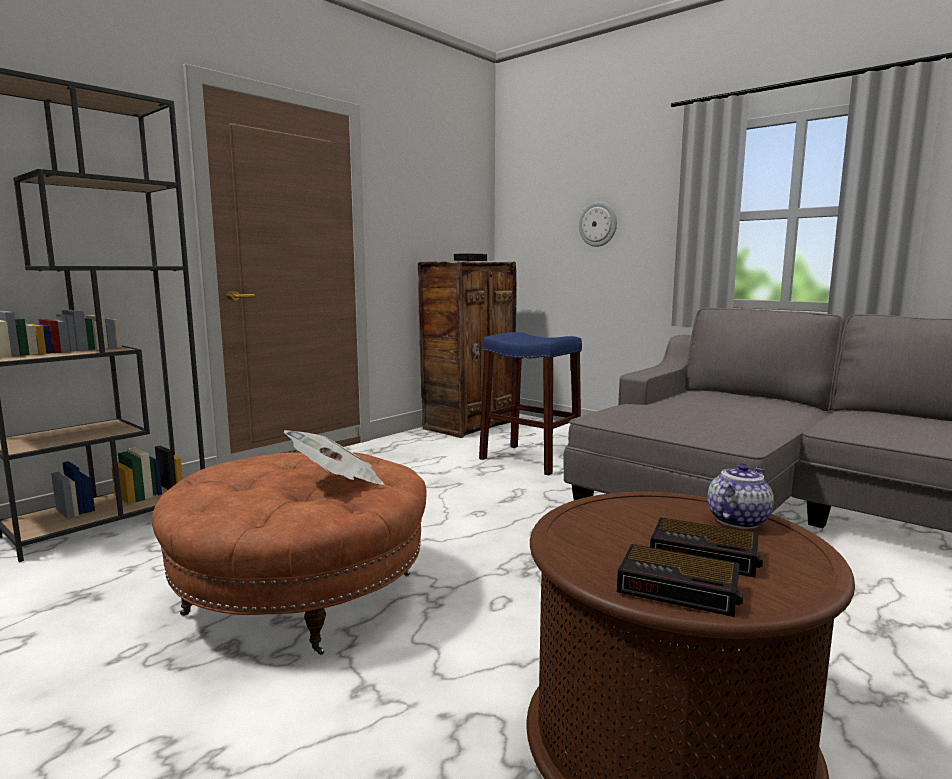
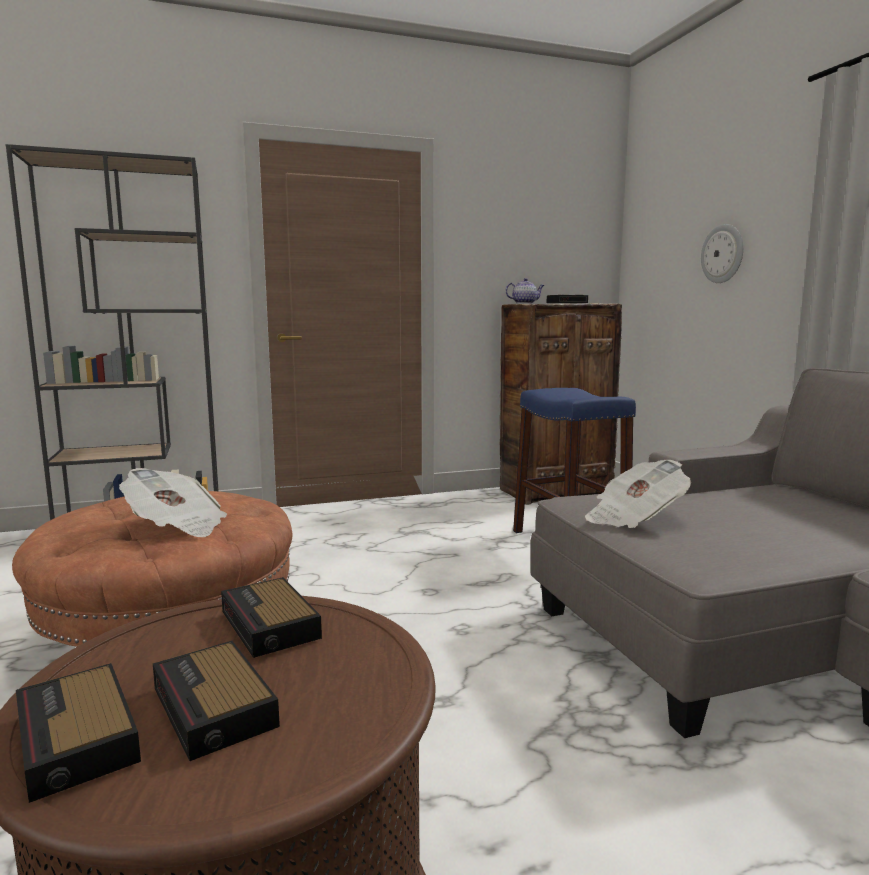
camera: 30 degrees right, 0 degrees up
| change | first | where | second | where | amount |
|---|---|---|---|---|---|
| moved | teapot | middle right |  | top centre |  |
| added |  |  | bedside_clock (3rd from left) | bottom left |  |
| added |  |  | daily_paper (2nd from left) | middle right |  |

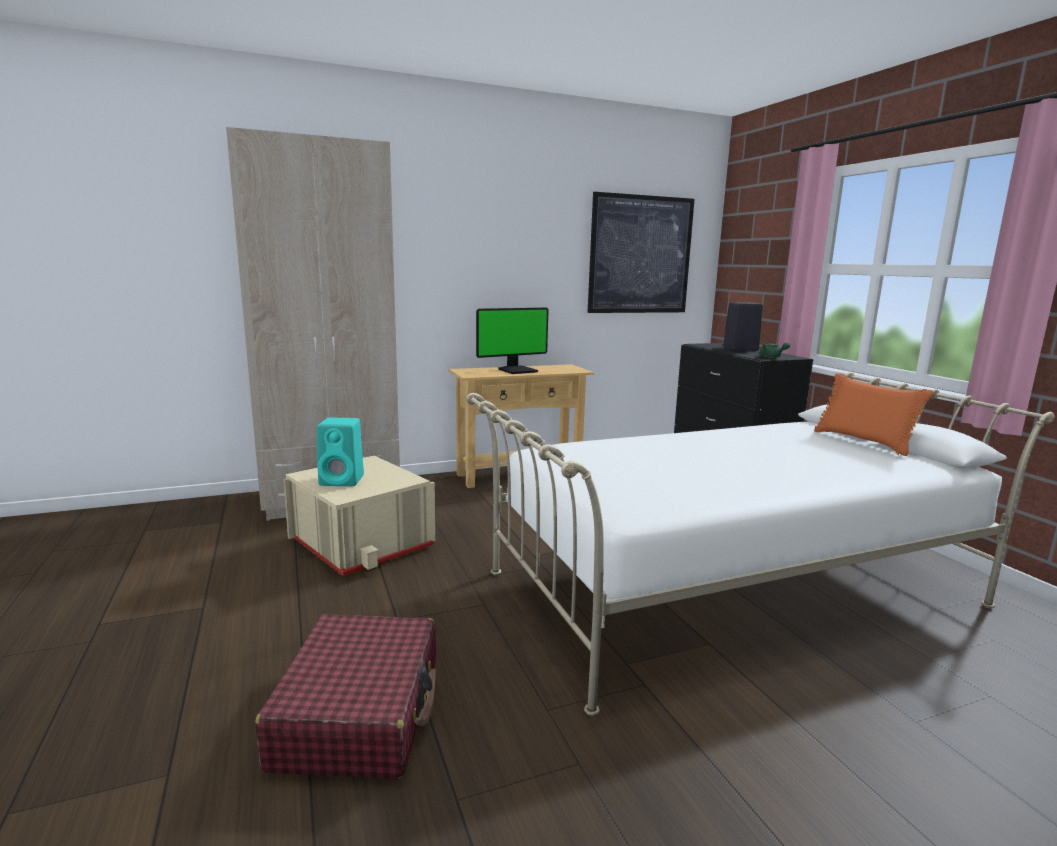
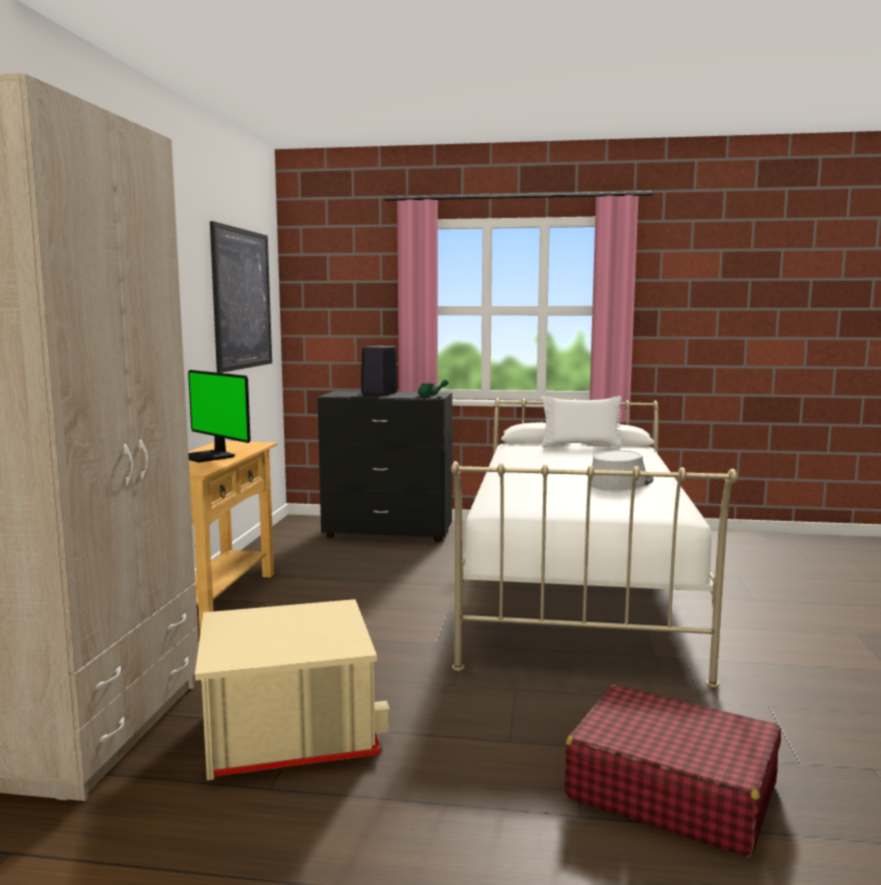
camera: 60 degrees left, 5 degrees down
| change | first | where | second | where | amount |
|---|---|---|---|---|---|
| removed | turquoise-coloured_speaker | middle left |  |  |  |
| turned | computer_display | centre |  | middle left | 135 degrees clockwise |
| recoloured | orange_cushion | middle right | white_cushion | centre |  |
| added |  |  | grey_clothing_hat | middle right |  |

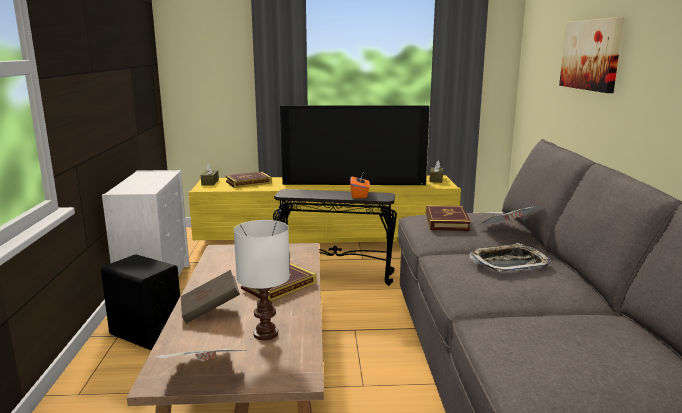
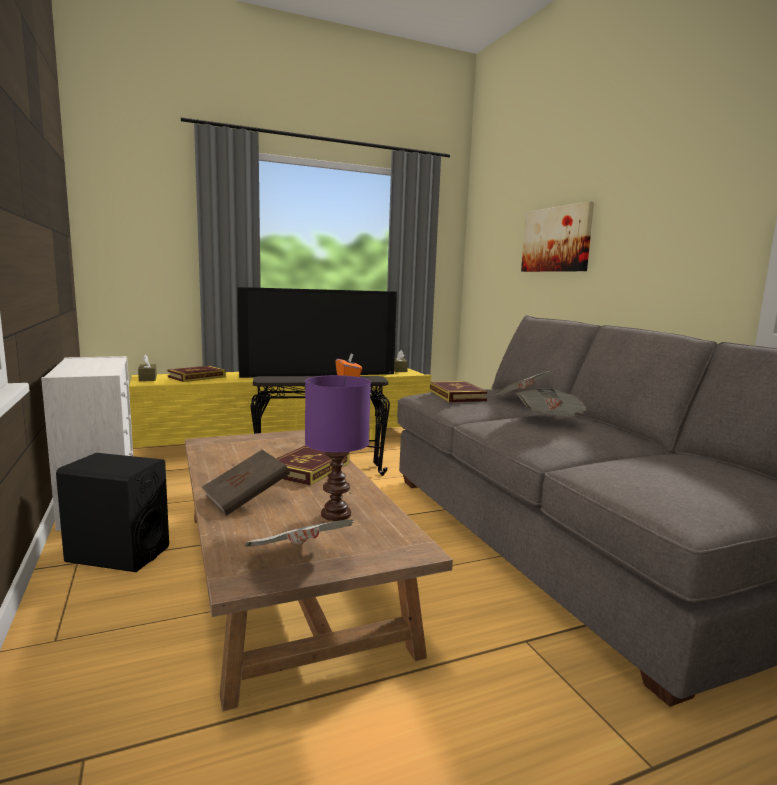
camera: 20 degrees left, 5 degrees down
| change | first | where | second | where | amount |
|---|---|---|---|---|---|
| recoloured | white_lamp_for_a_table | bottom centre | purple-coloured_lamp_for_a_table | centre |  |
| replaced | carrying_tray | middle right | daily_paper (3rd from left) | middle right |  |

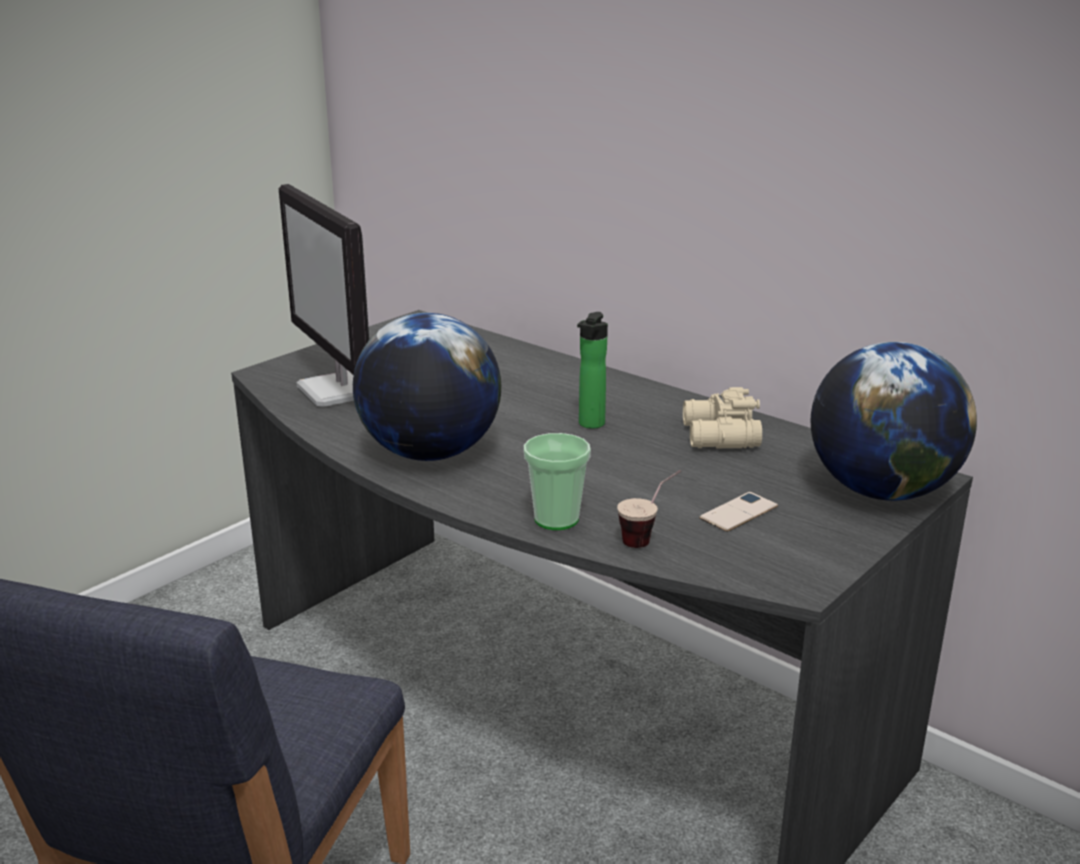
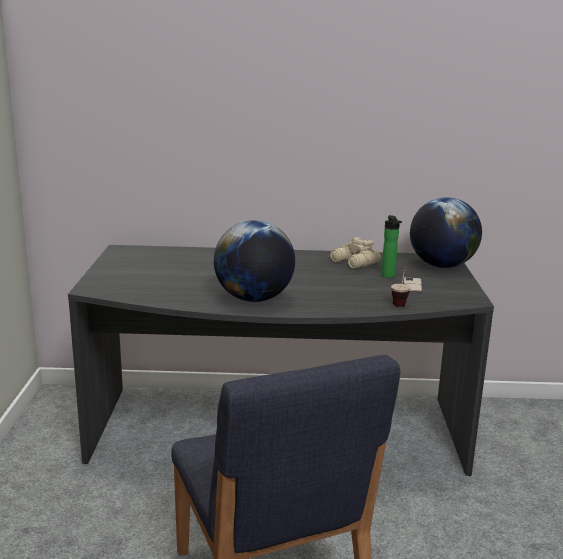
camera: 40 degrees left, 5 degrees down
| change | first | where | second | where | amount |
|---|---|---|---|---|---|
| removed | computer_display | middle left |  |  |  |
| removed | cup (1st from left) | centre |  |  |  |
| moved | bottle | centre |  | middle right |  |

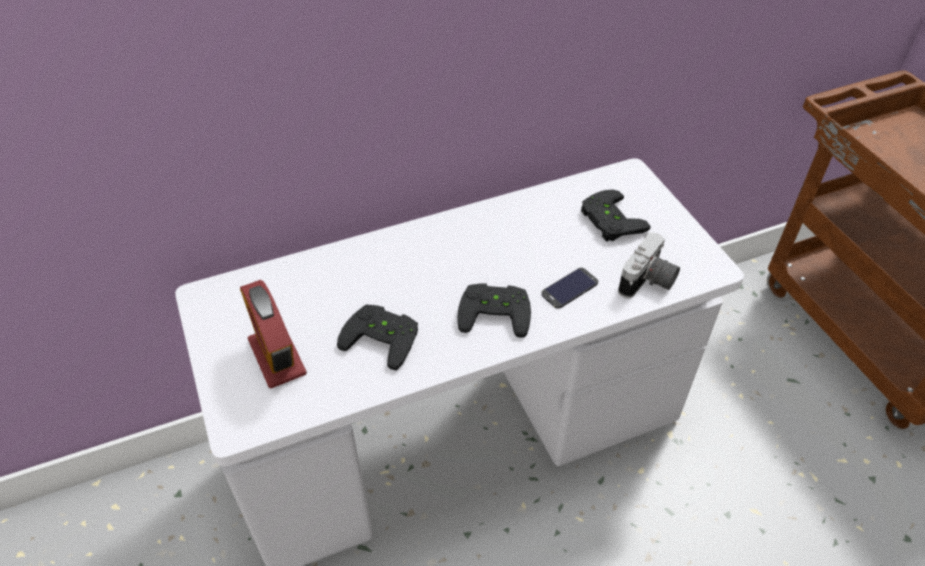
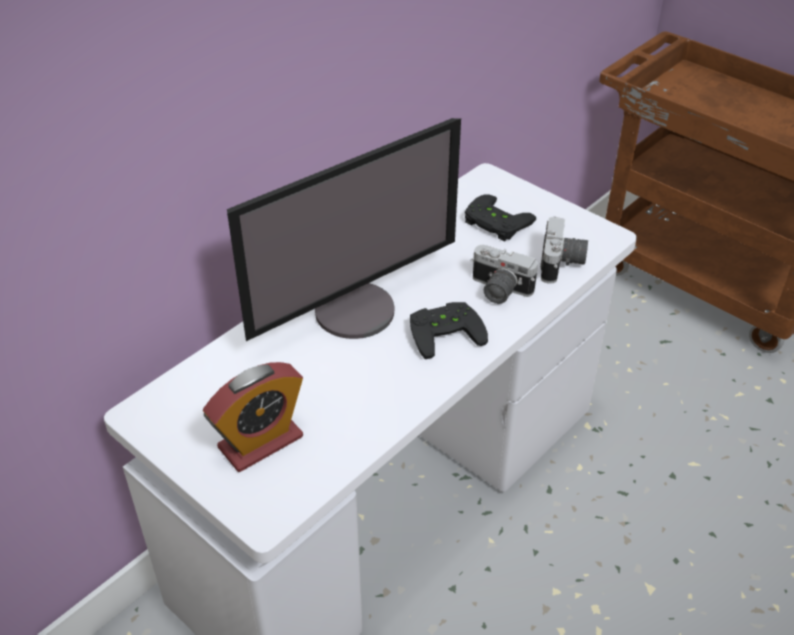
camera: 25 degrees left, 5 degrees down
| change | first | where | second | where | amount |
|---|---|---|---|---|---|
| turned | bedside_clock | middle left |  | middle left | 75 degrees counterclockwise |
| removed | black_game_controller (1st from left) | centre |  |  |  |
| replaced | handset | centre | photo_camera (1st from left) | centre |  |
| added |  |  | computer_display | centre |  |

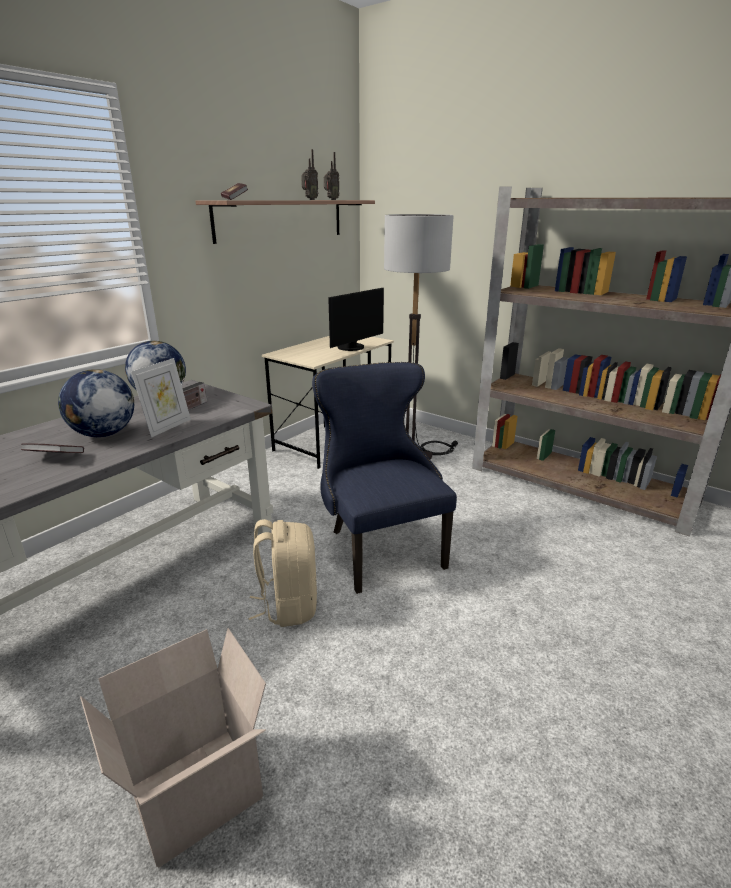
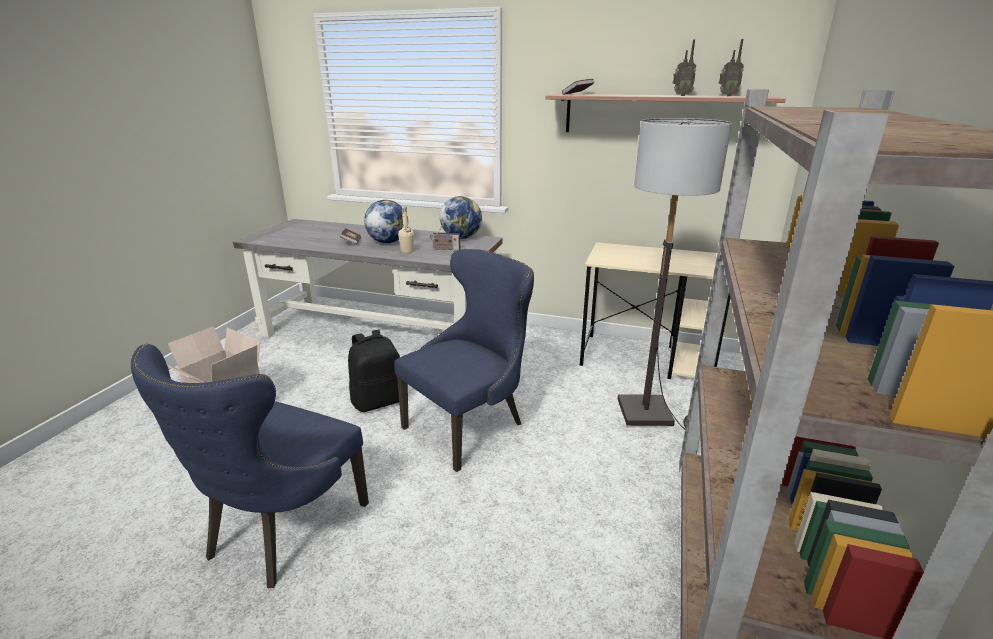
camera: 70 degrees right, 0 degrees up
| change | first | where | second | where | amount |
|---|---|---|---|---|---|
| replaced | photo_frame | middle left | beige-coloured_bottle | centre |  |
| recoloured | beige-coloured_knapsack | centre | black_knapsack | centre |  |
| removed | computer_display | centre |  |  |  |
| added |  |  | bluish_upright_chair (1st from left) | bottom left |  |

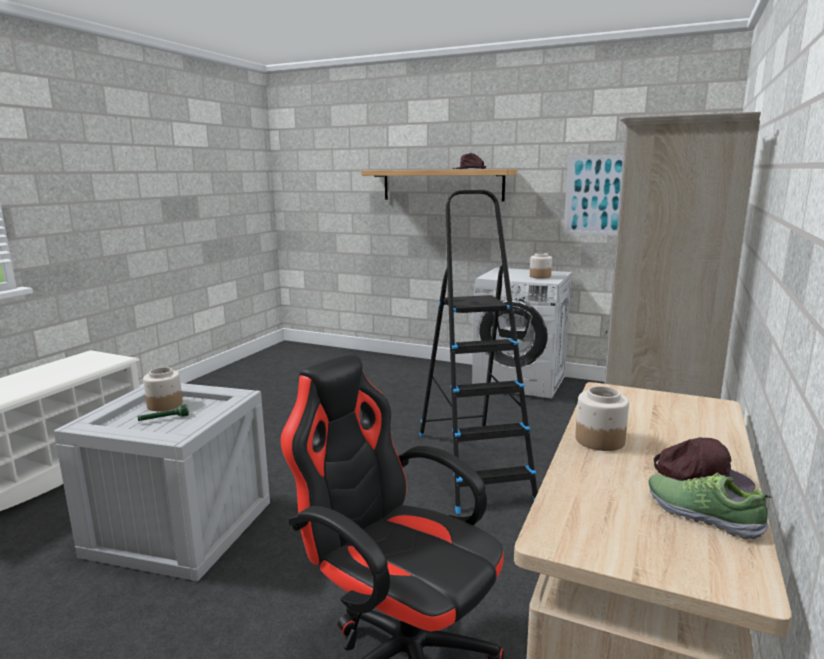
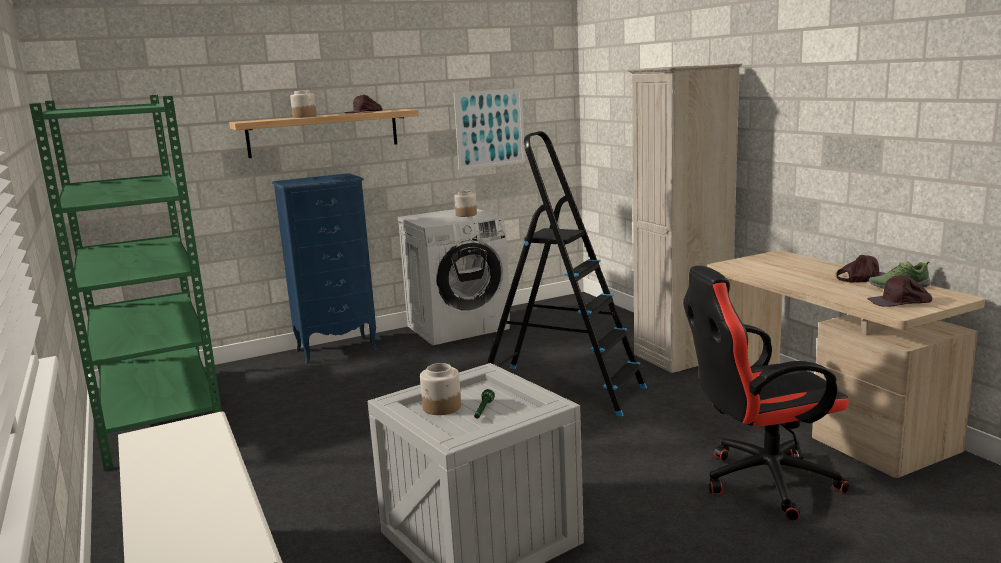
camera: 50 degrees left, 0 degrees up
| change | first | where | second | where | amount |
|---|---|---|---|---|---|
| moved | jar (3rd from left in the first image) | middle right | jar (1st from left) | top left |  |
| added |  |  | green_shelving_unit | middle left |  |
| added |  |  | bluish_drawer_chest | middle left |  |
| added |  |  | brown_baseball_cap (3rd from left) | middle right |  |

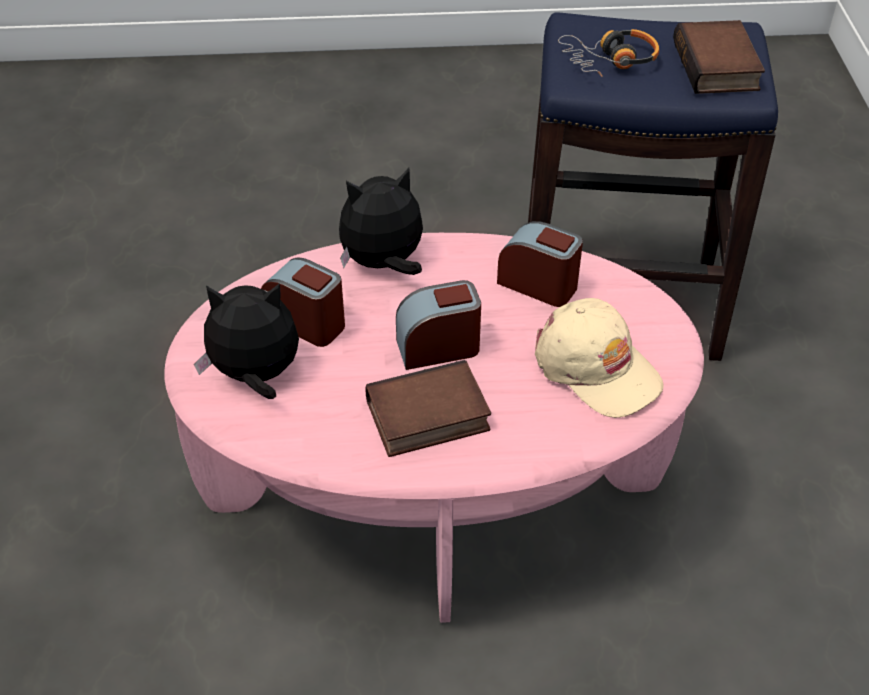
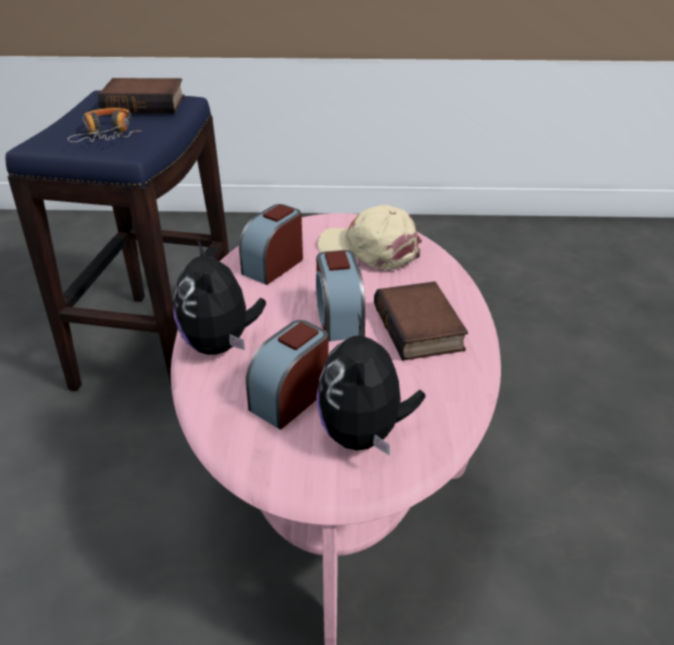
camera: 85 degrees left, 10 degrees down
| change | first | where | second | where | amount |
|---|---|---|---|---|---|
| turned | beige-coloured_baseball_cap | middle right |  | centre | 120 degrees counterclockwise |

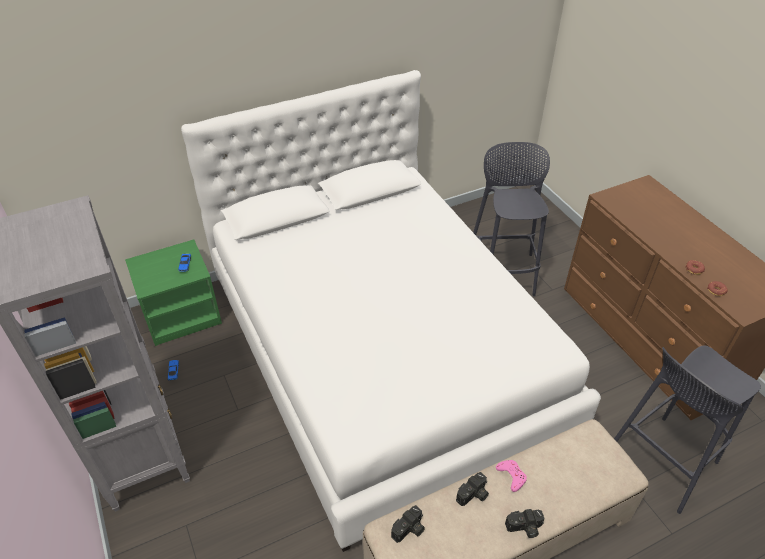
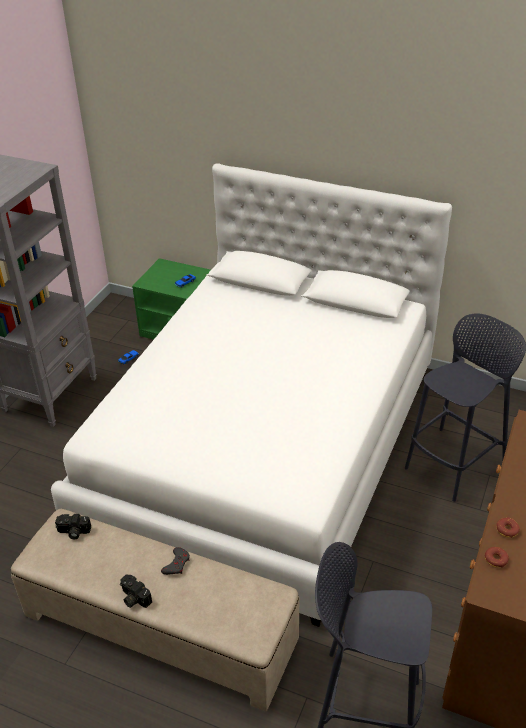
camera: 50 degrees right, 5 degrees down
| change | first | where | second | where | amount |
|---|---|---|---|---|---|
| removed | photo_camera (2nd from left) | bottom centre |  |  |  |
| recoloured | pinkish_game_controller | bottom right | grey_game_controller | bottom left |  |

